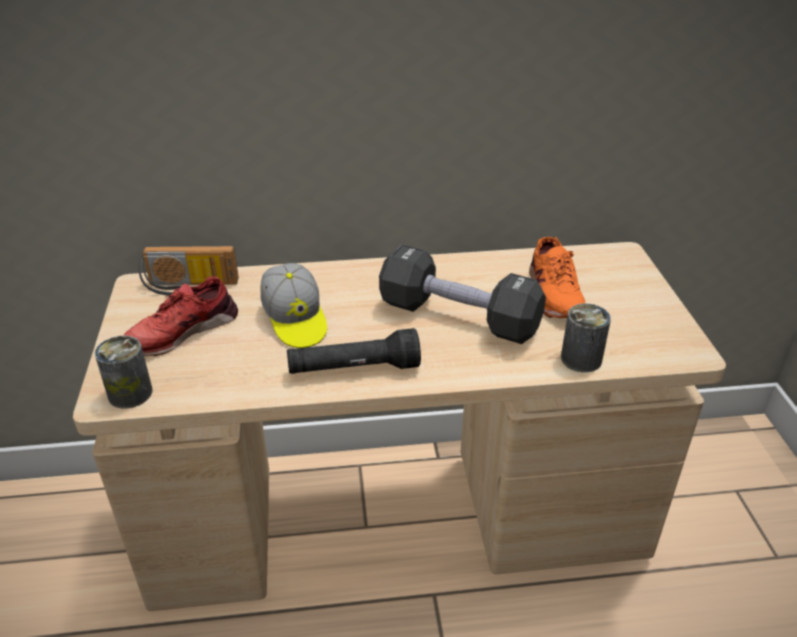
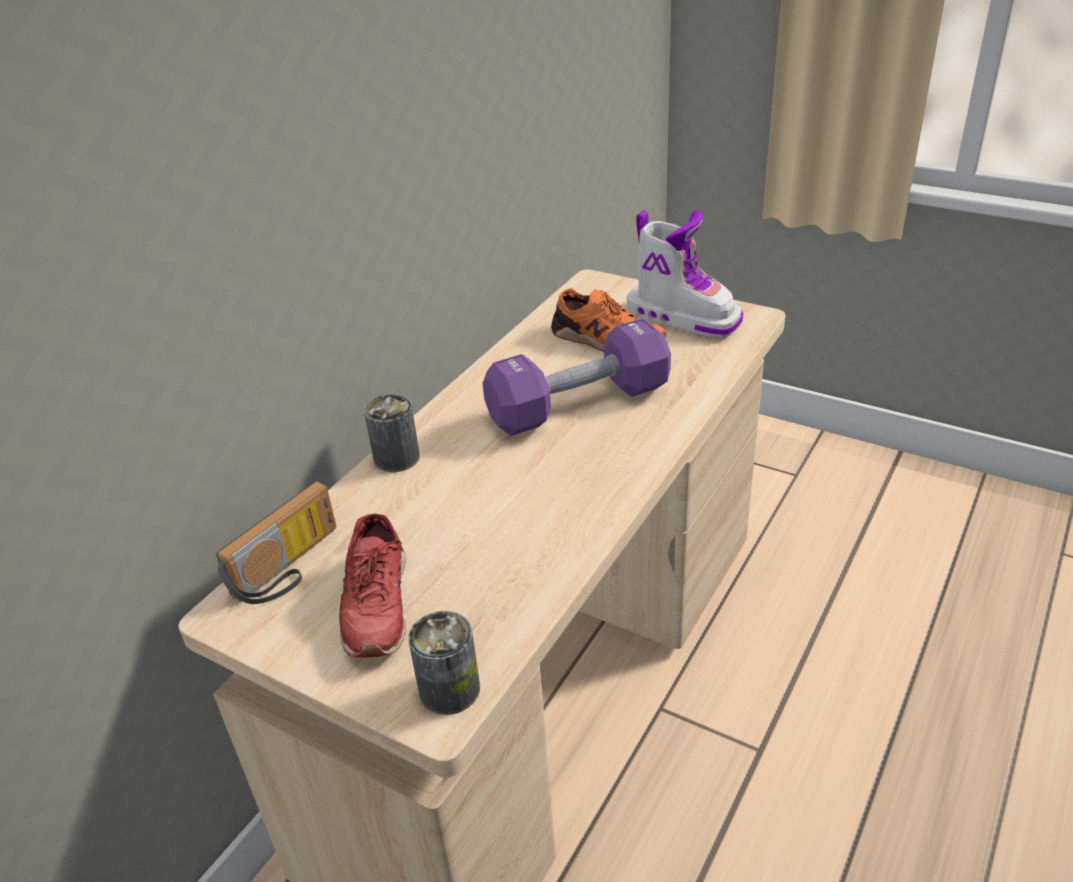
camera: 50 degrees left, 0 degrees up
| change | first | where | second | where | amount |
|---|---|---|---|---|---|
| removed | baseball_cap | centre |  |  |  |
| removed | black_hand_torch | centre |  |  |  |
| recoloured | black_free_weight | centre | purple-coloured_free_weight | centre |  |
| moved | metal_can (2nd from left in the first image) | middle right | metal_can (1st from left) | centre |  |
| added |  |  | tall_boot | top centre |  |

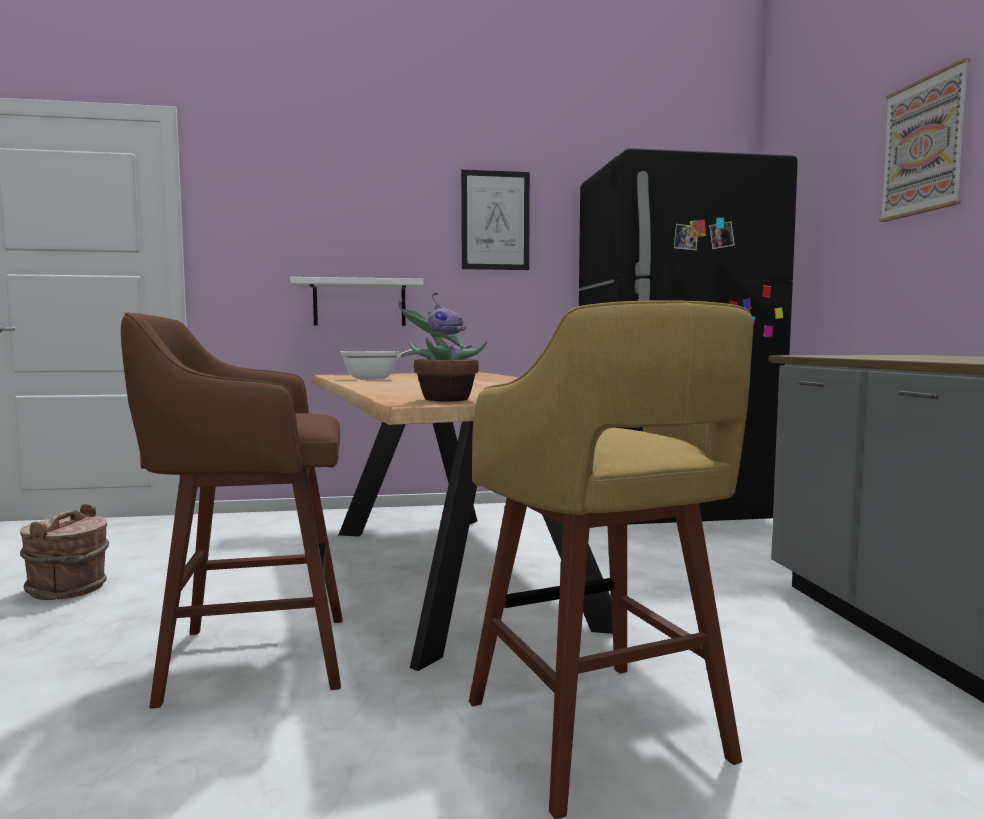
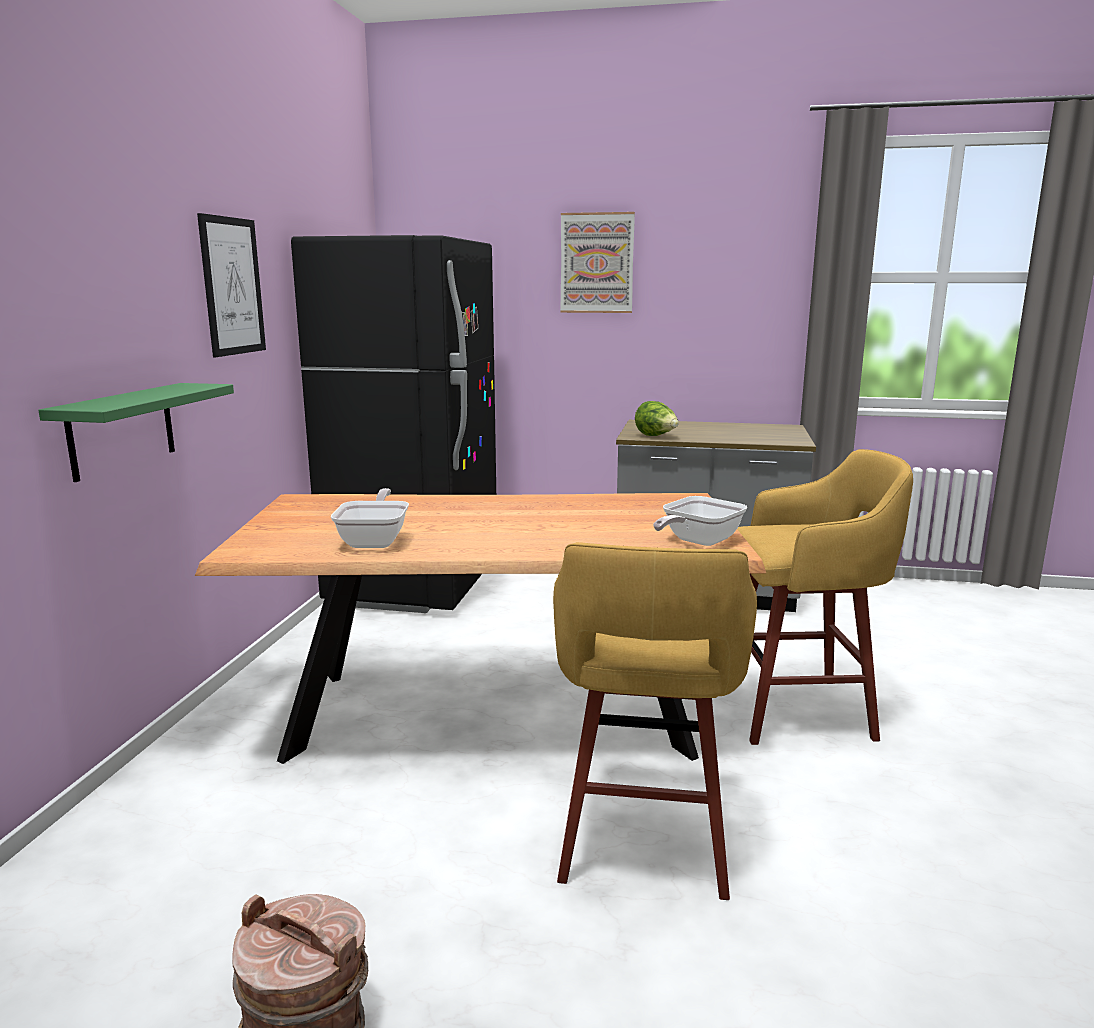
camera: 70 degrees left, 10 degrees up
| change | first | where | second | where | amount |
|---|---|---|---|---|---|
| recoloured | brown_stool | middle left | yellow_stool (1st from left) | bottom centre |  |
| recoloured | white_shelf | centre | green_shelf | middle left |  |
| replaced | houseplant | centre | skillet (2nd from left) | centre |  |
| added |  |  | lettuce_head | centre |  |

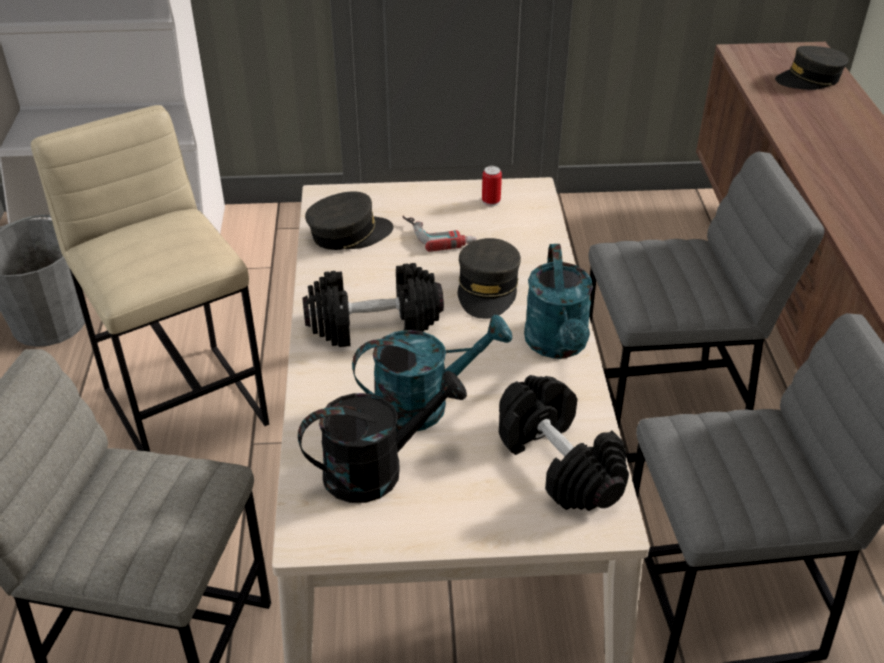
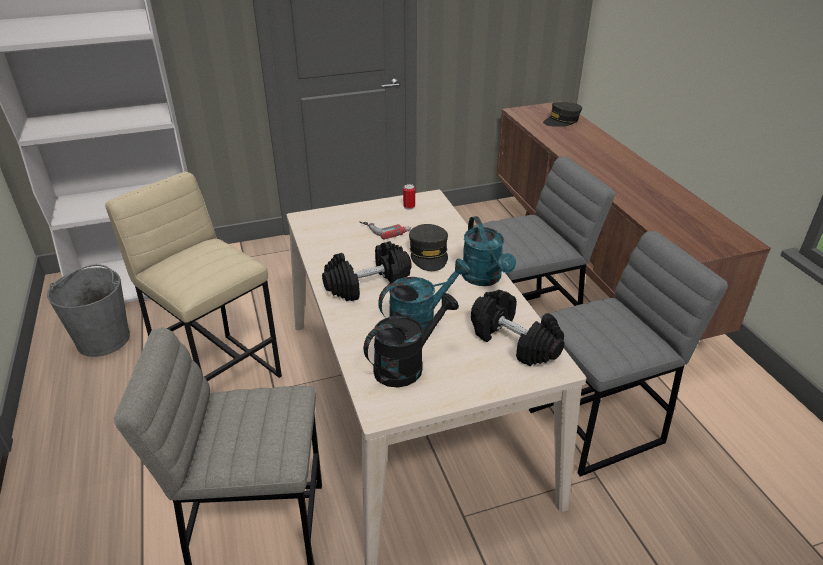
camera: 15 degrees left, 5 degrees down
| change | first | where | second | where | amount |
|---|---|---|---|---|---|
| removed | grey_baseball_cap (1st from left) | top centre |  |  |  |

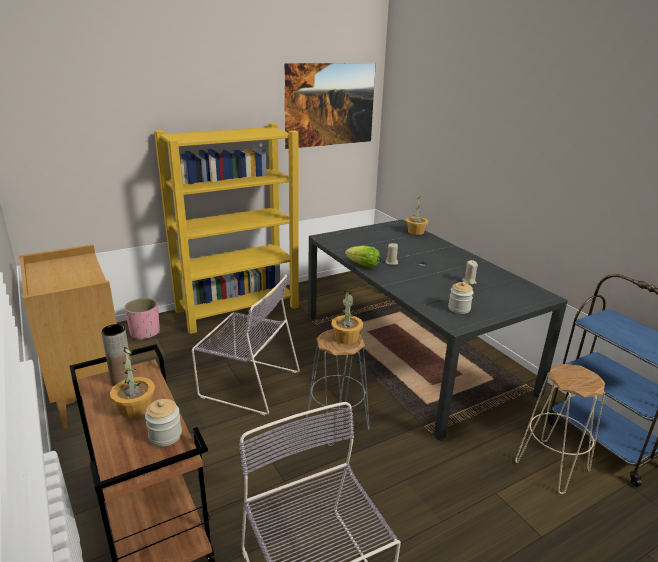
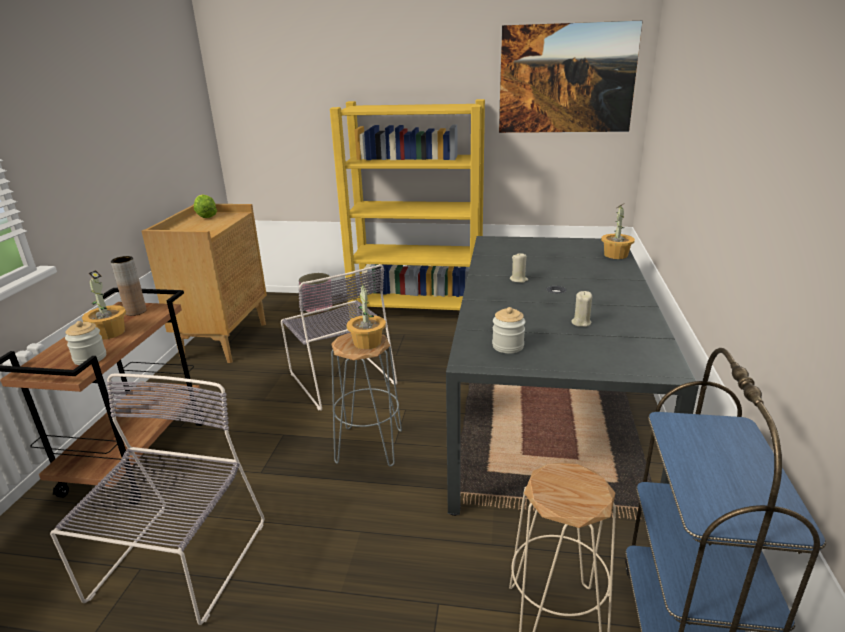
camera: 40 degrees right, 0 degrees up
| change | first | where | second | where | amount |
|---|---|---|---|---|---|
| moved | lettuce_head | centre |  | top left |  |

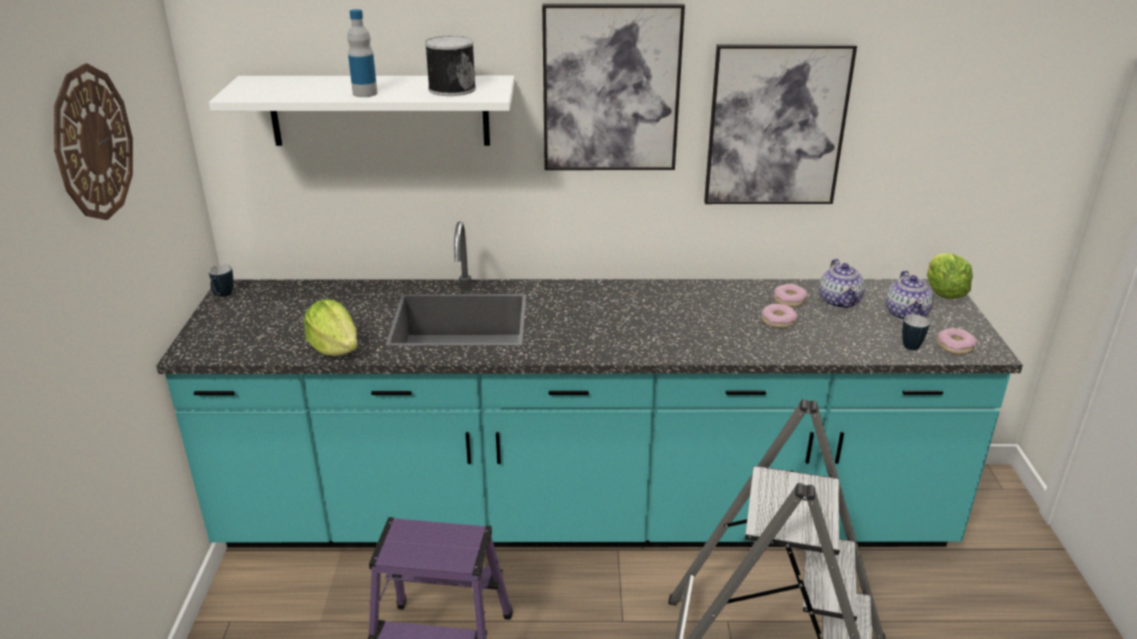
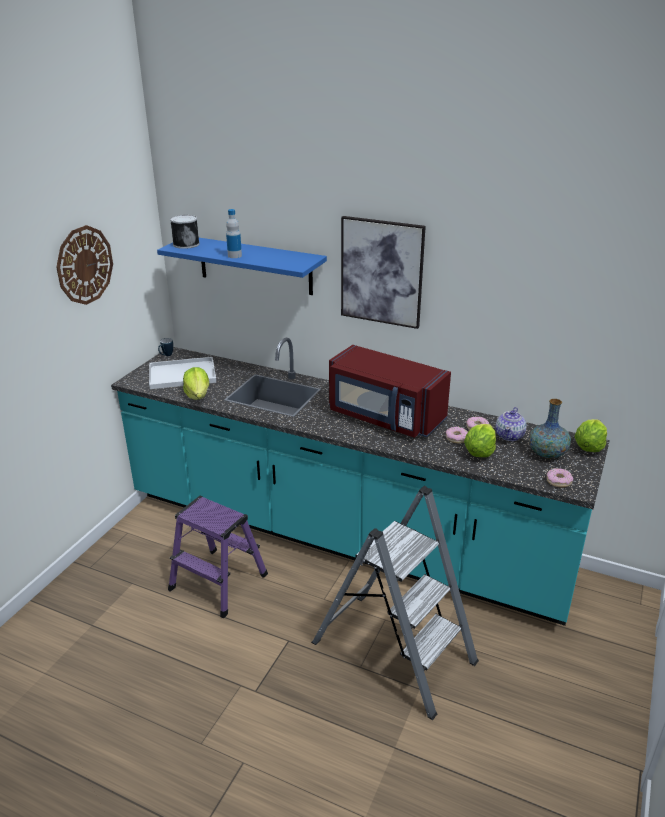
camera: 25 degrees right, 0 degrees up
| change | first | where | second | where | amount |
|---|---|---|---|---|---|
| recoloured | white_shelf | top left | bluish_shelf | top centre |  |
| moved | metal_can | top centre |  | top left |  |
| removed | wall_picture (2nd from left) | top right |  |  |  |
| replaced | teapot (2nd from left) | middle right | decorative_vase | middle right |  |
| removed | coffee_mug (2nd from left) | middle right |  |  |  |
| added |  |  | white_carrying_tray | middle left |  |
| added |  |  | reddish_microwave_oven | centre |  |
| added |  |  | lettuce_head (2nd from left) | middle right |  |

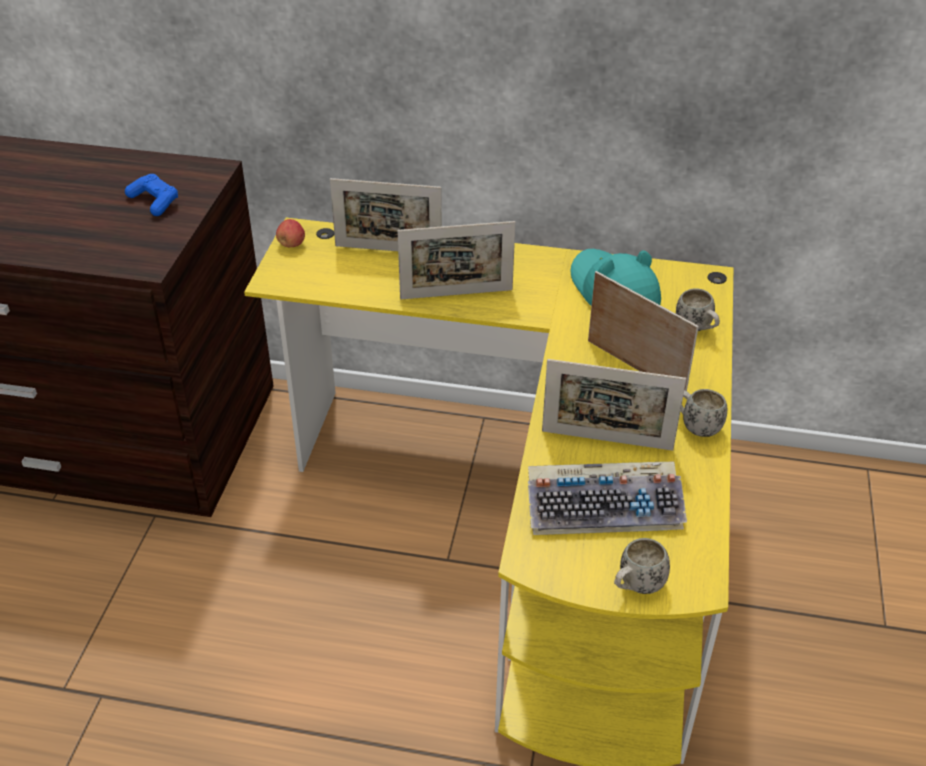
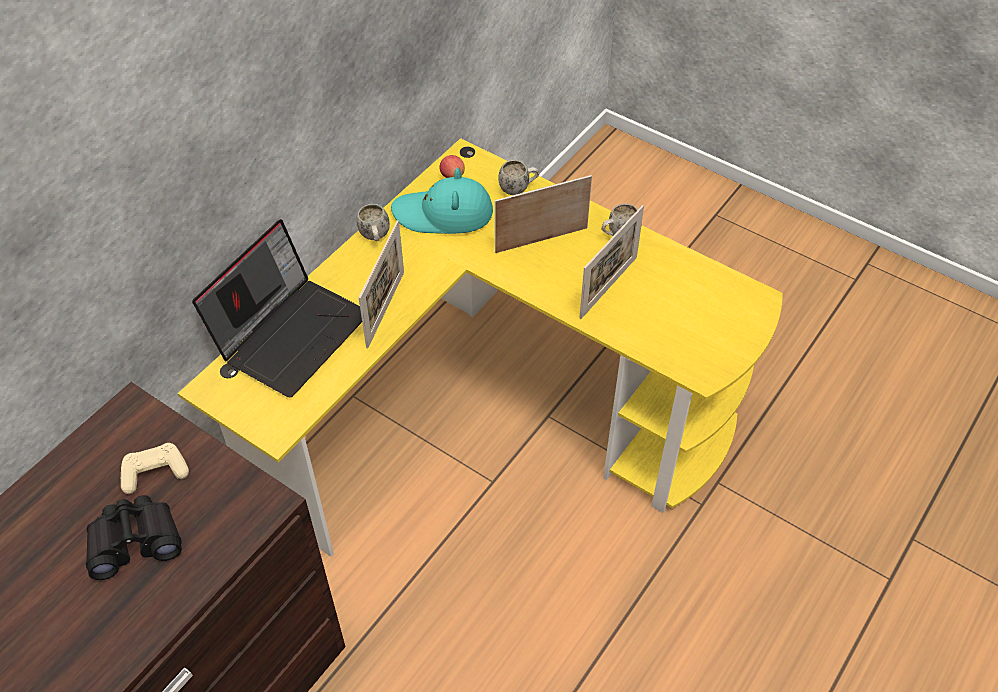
camera: 65 degrees left, 10 degrees up
| change | first | where | second | where | amount |
|---|---|---|---|---|---|
| recoloured | bluish_game_controller | top left | beige-coloured_game_controller | bottom left |  |
| moved | apple_fruit | top left |  | top centre |  |
| replaced | photo_frame (1st from left) | top centre | laptop | middle left |  |
| removed | keyboard | centre |  |  |  |
| moved | white_coffee_mug (1st from left) | bottom right |  | top centre |  |
| added |  |  | black_pair_of_binoculars | bottom left |  |

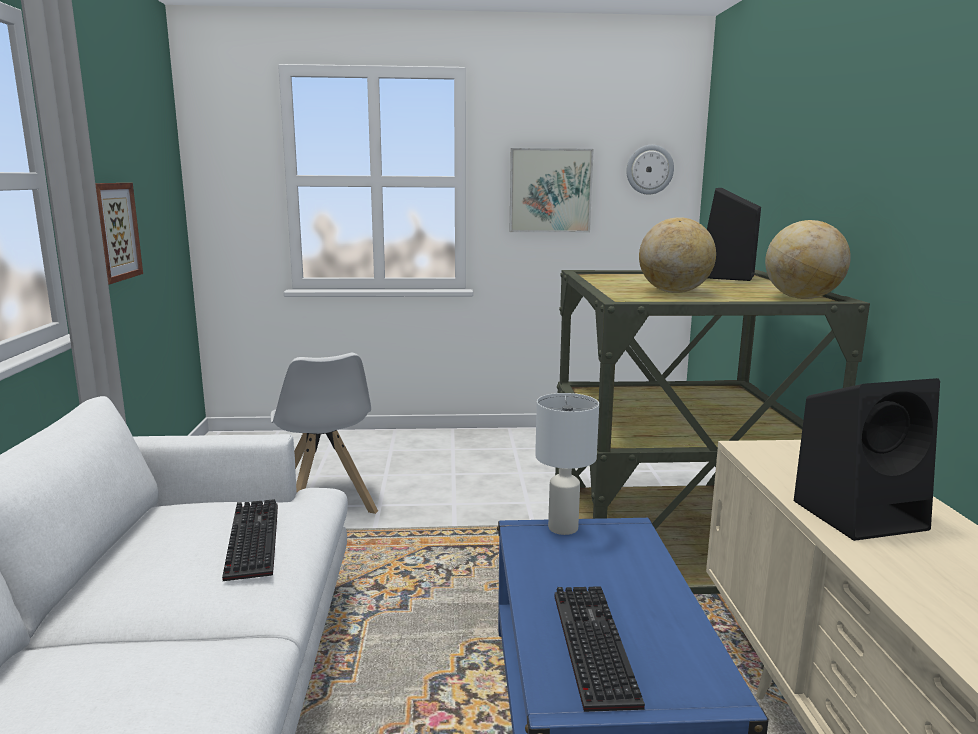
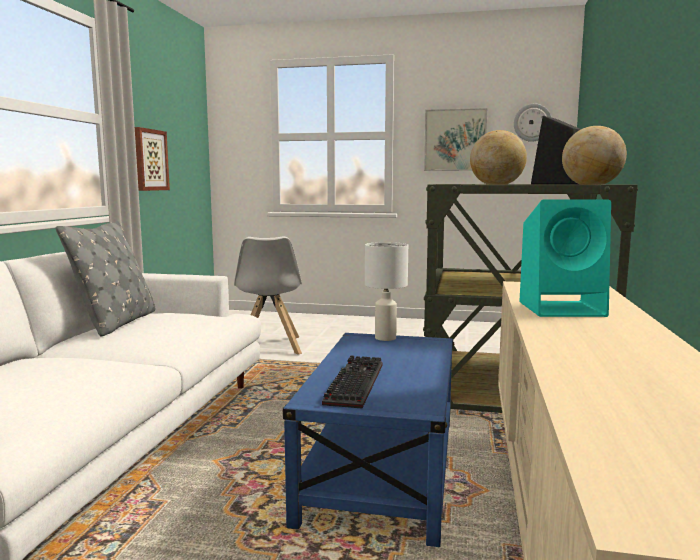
camera: 15 degrees right, 5 degrees down
| change | first | where | second | where | amount |
|---|---|---|---|---|---|
| removed | keyboard (1st from left) | bottom left |  |  |  |
| recoloured | black_speaker (2nd from left) | middle right | turquoise-coloured_speaker | middle right |  |
| added |  |  | grey_cushion | middle left |  |

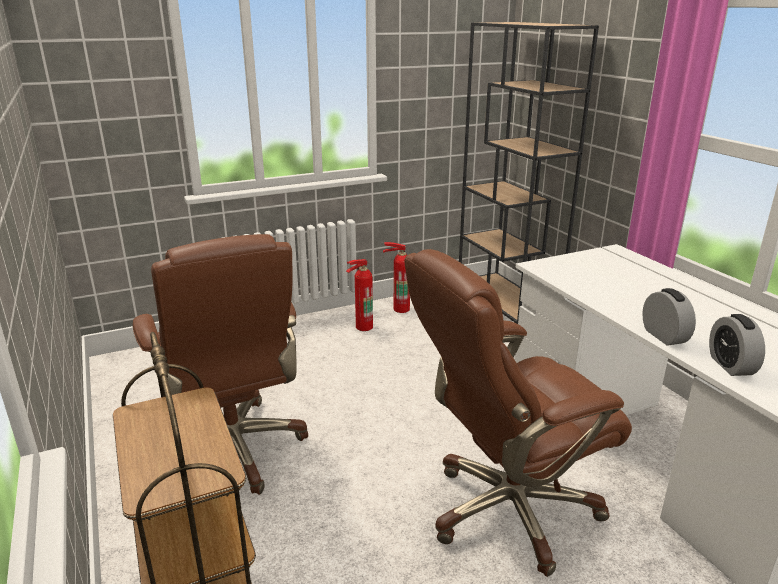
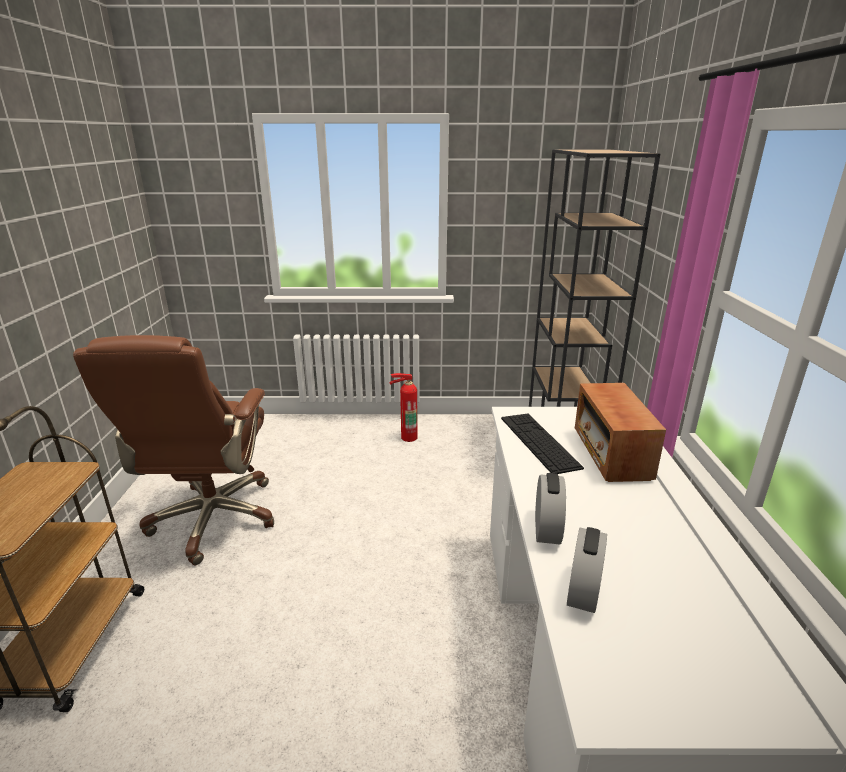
camera: 25 degrees right, 0 degrees up
| change | first | where | second | where | amount |
|---|---|---|---|---|---|
| removed | fire_extinguisher (2nd from left) | centre |  |  |  |
| removed | brown_computer_chair (2nd from left) | bottom centre |  |  |  |
| added |  |  | keyboard | centre |  |
| added |  |  | radio_set | middle right |  |

